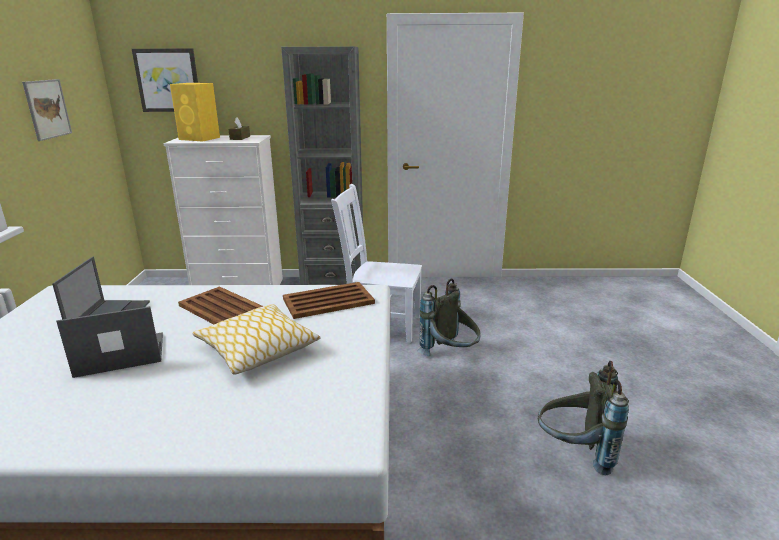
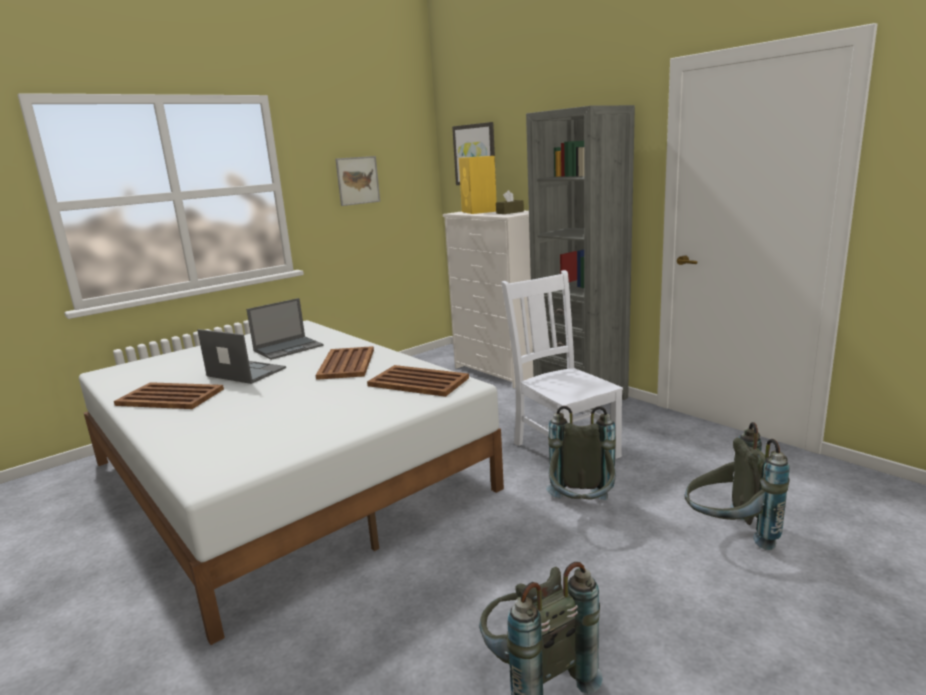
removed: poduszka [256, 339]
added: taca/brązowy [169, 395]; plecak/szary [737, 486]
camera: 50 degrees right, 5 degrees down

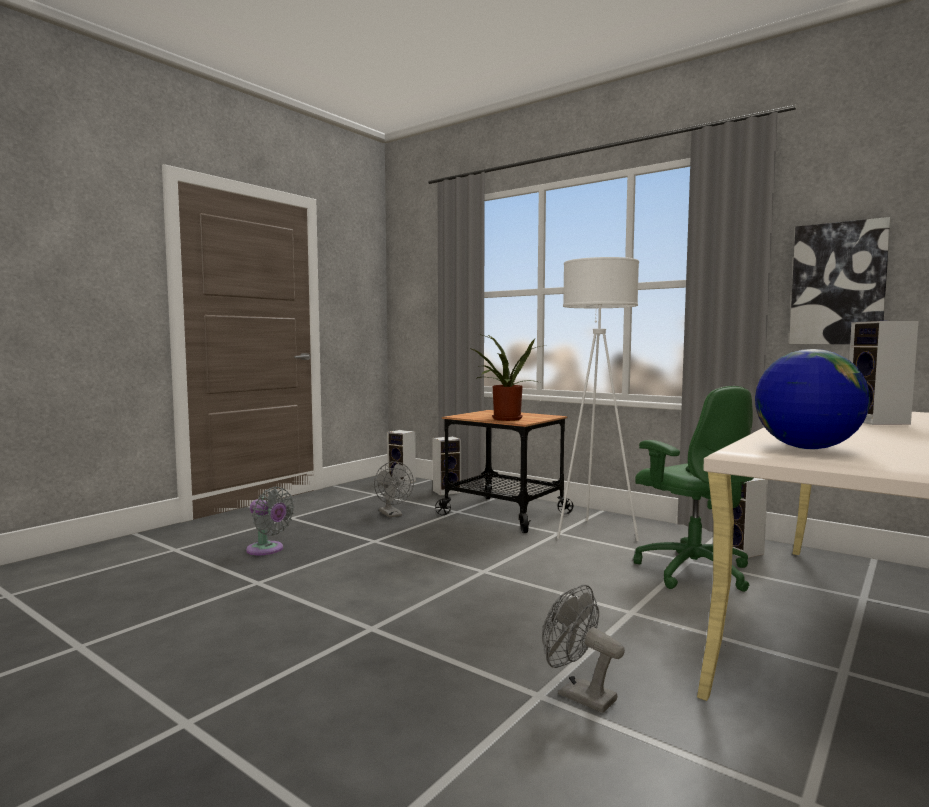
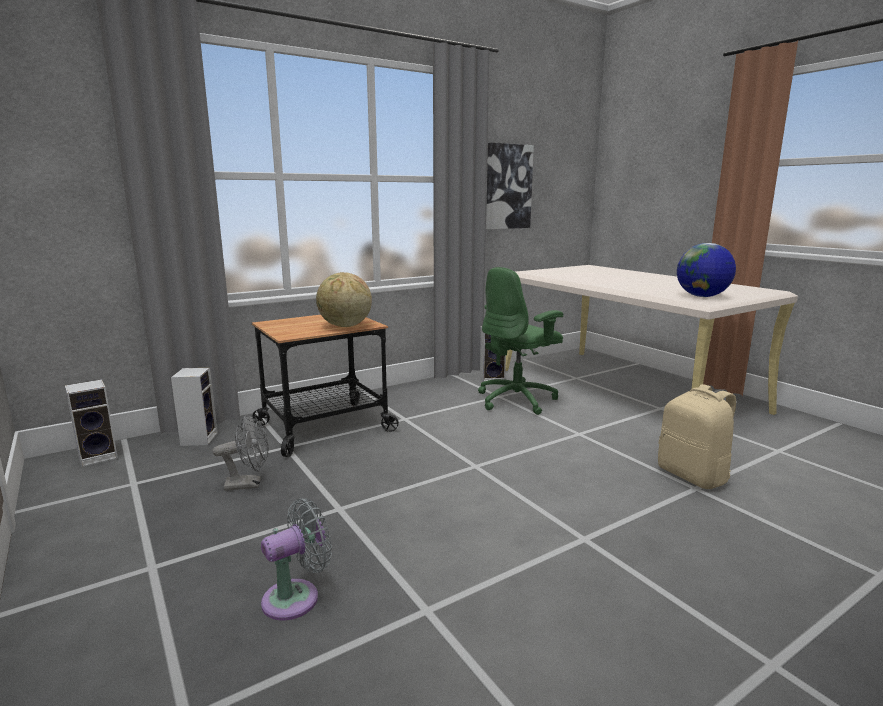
removed: lampa stojąca/biały [598, 399]; głośnik [883, 373]
replaced: roślina doniczkowa [508, 377] to globus [344, 299]; wentylator/szary [583, 649] to plecak/beżowy [697, 436]
turned: krzesło biurowe/zielony [693, 489] = [520, 341] 150 degrees clockwise
camera: 70 degrees left, 10 degrees up

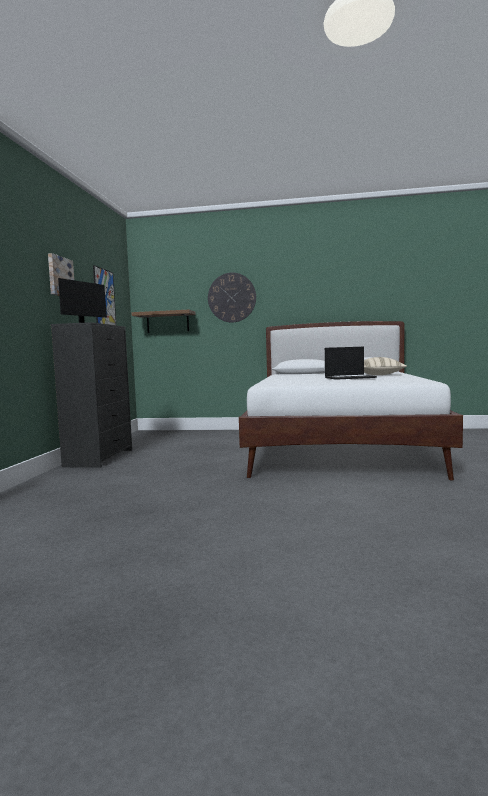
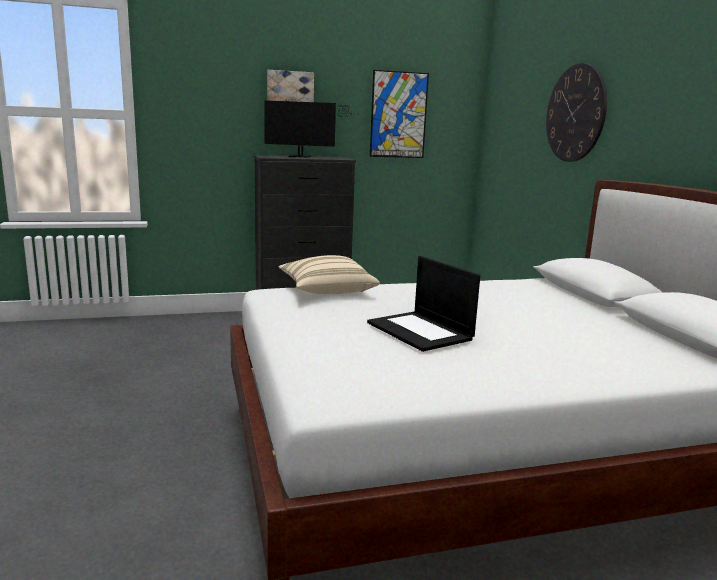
removed: półka/brązowy [163, 321]
moved: poduszka/beżowy [385, 366] to [329, 274]
camera: 65 degrees right, 10 degrees up

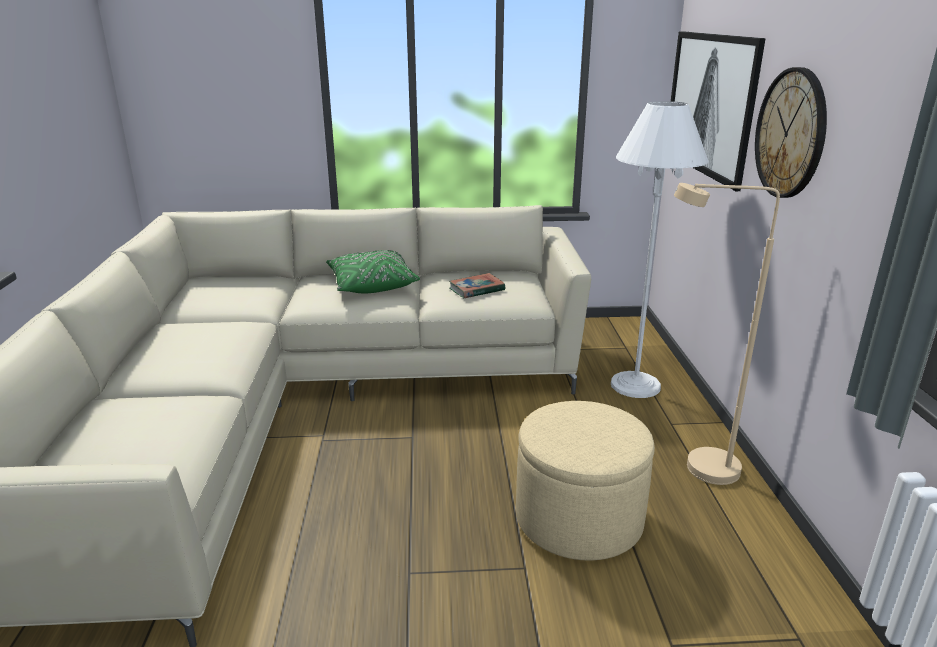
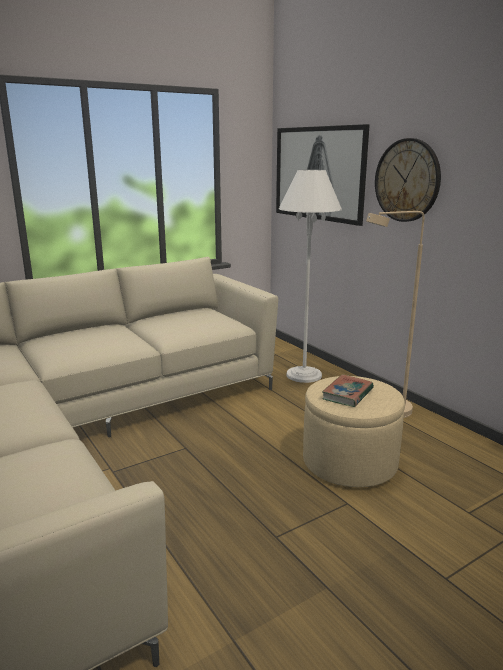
removed: poduszka/zielony [373, 271]
moved: książka [477, 285] to [348, 390]
camera: 30 degrees left, 5 degrees down

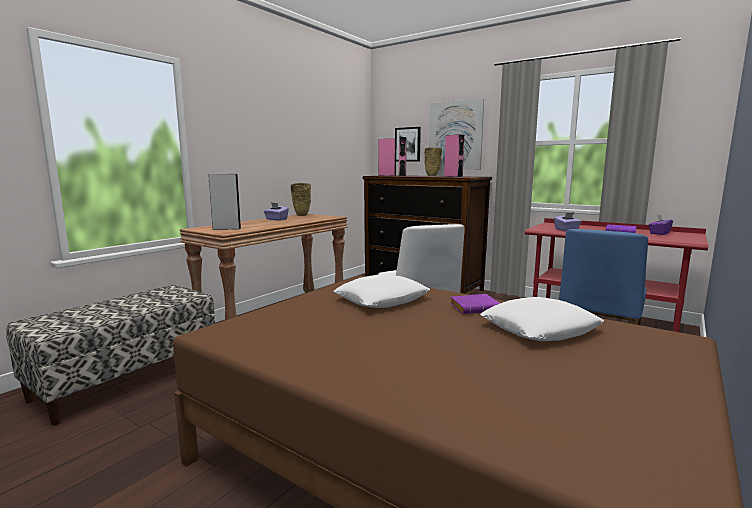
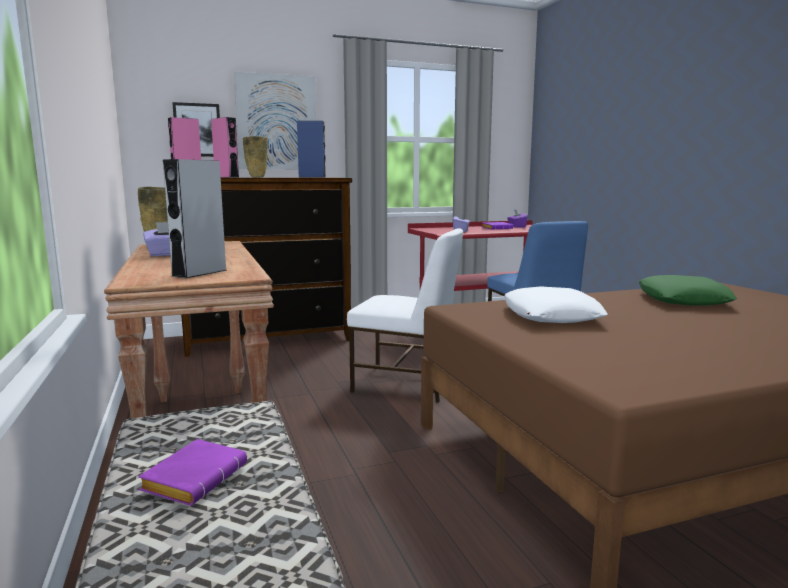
moved: książka/fioletowy [475, 304] to [192, 472]
recoloured: głośnik/różowy [454, 156] to głośnik/niebieski [311, 149]; poduszka/biały [542, 319] to poduszka/zielony [688, 290]
camera: 55 degrees left, 0 degrees up

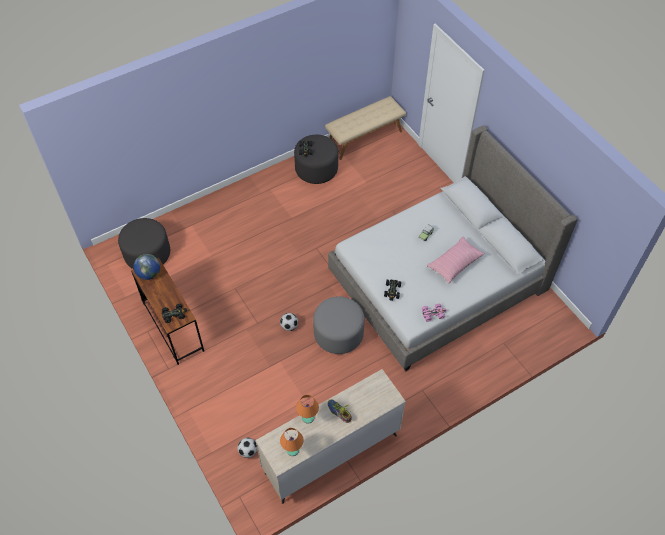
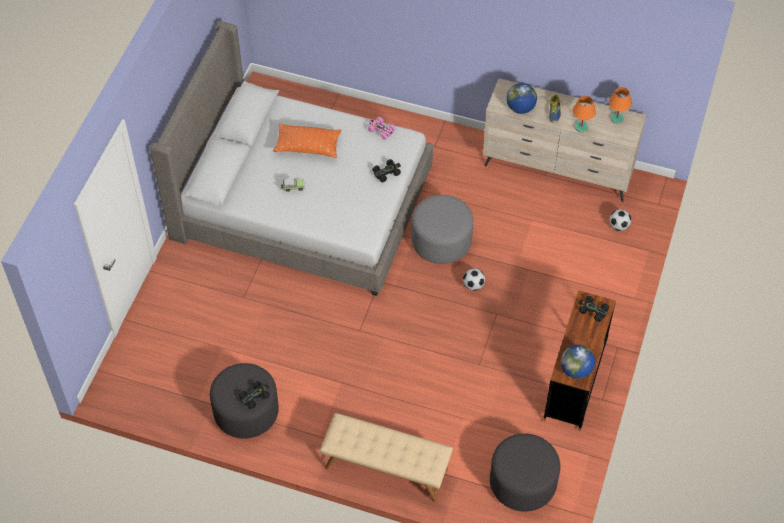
added: globus [521, 98]
moved: ławka/beżowy [365, 128] to [386, 458]
recoloured: poduszka/różowy [455, 260] to poduszka/pomarańczowy [307, 141]
camera: 130 degrees left, 0 degrees up

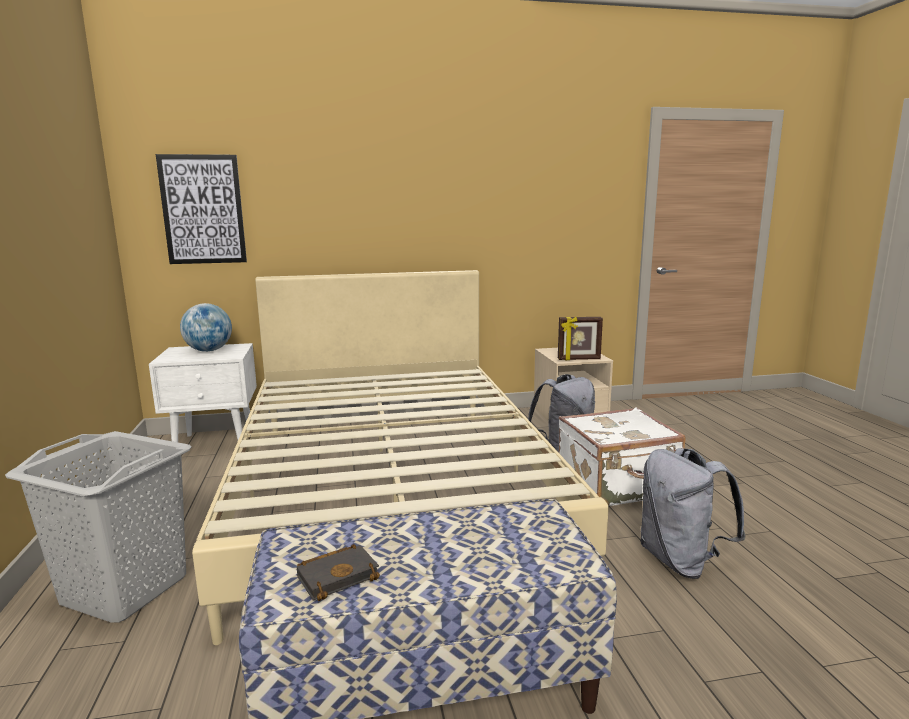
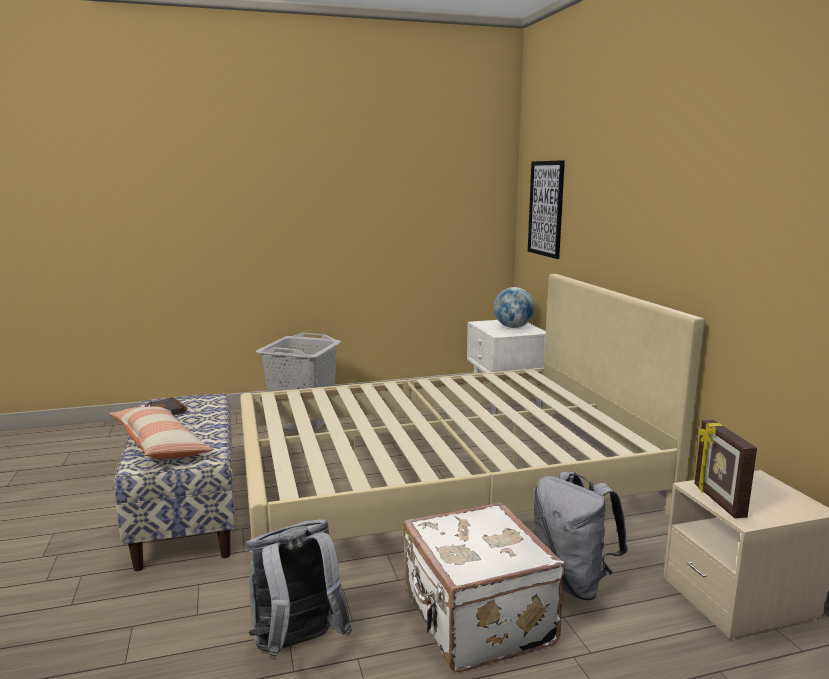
added: poduszka [161, 433]
camera: 85 degrees right, 0 degrees up

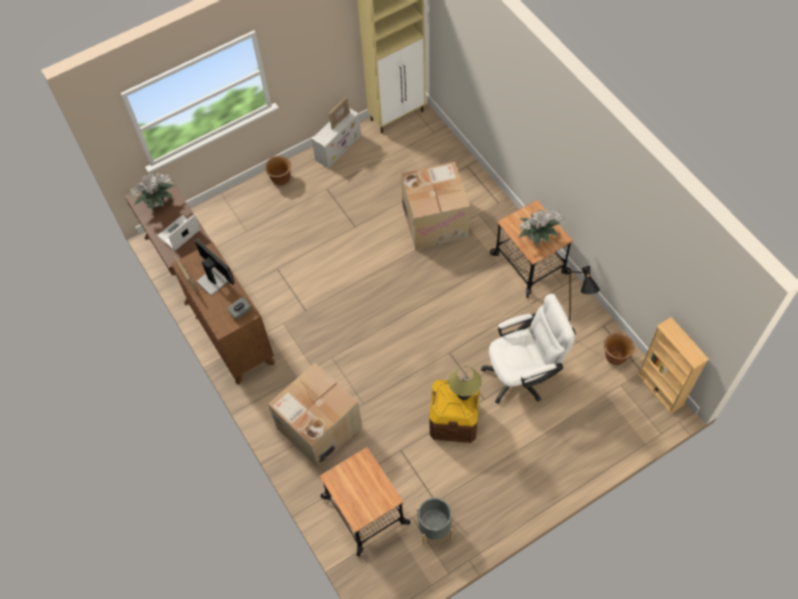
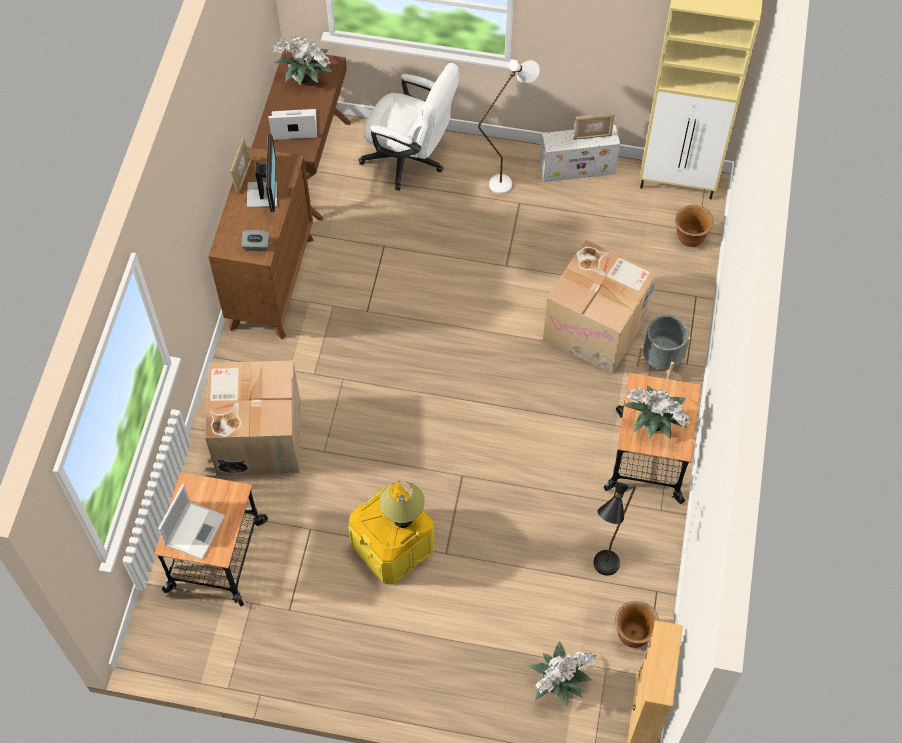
added: laptop [191, 521]; lampa stojąca/biały [509, 127]; roślina doniczkowa [562, 674]
moved: donica/brązowy [278, 170] to [694, 226]; donica/szary [435, 521] to [663, 347]; krzesło biurowe/biały [528, 348] to [409, 126]
recoloured: pojemnik do przechowywania/brązowy [454, 411] to pojemnik do przechowywania/żółty [392, 534]
camera: 40 degrees right, 0 degrees up

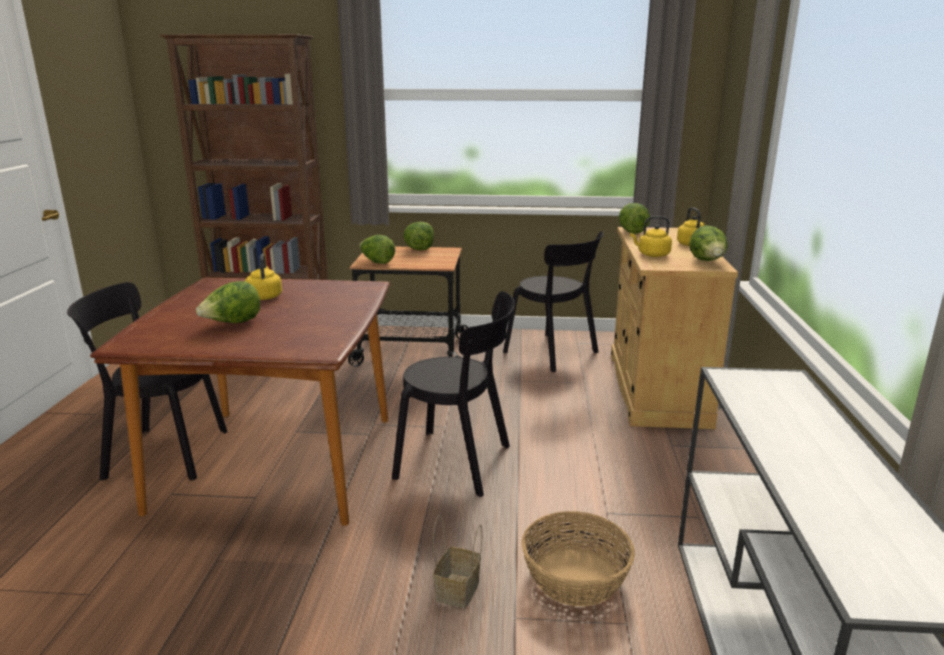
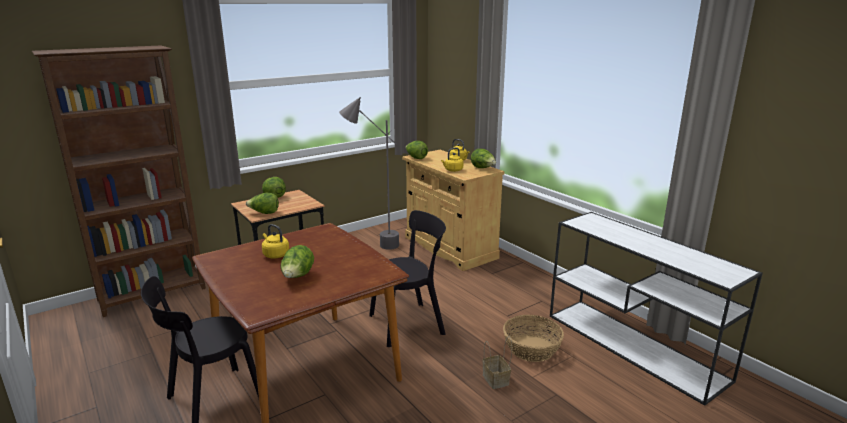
replaced: krzesło/czarny [553, 301] to lampa stojąca/szary [369, 173]
camera: 40 degrees left, 0 degrees up

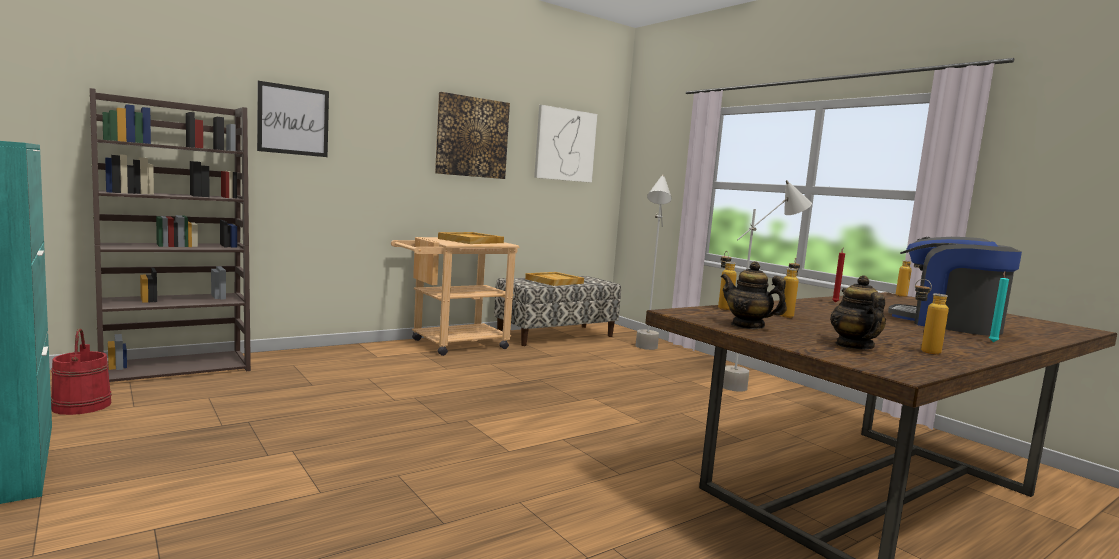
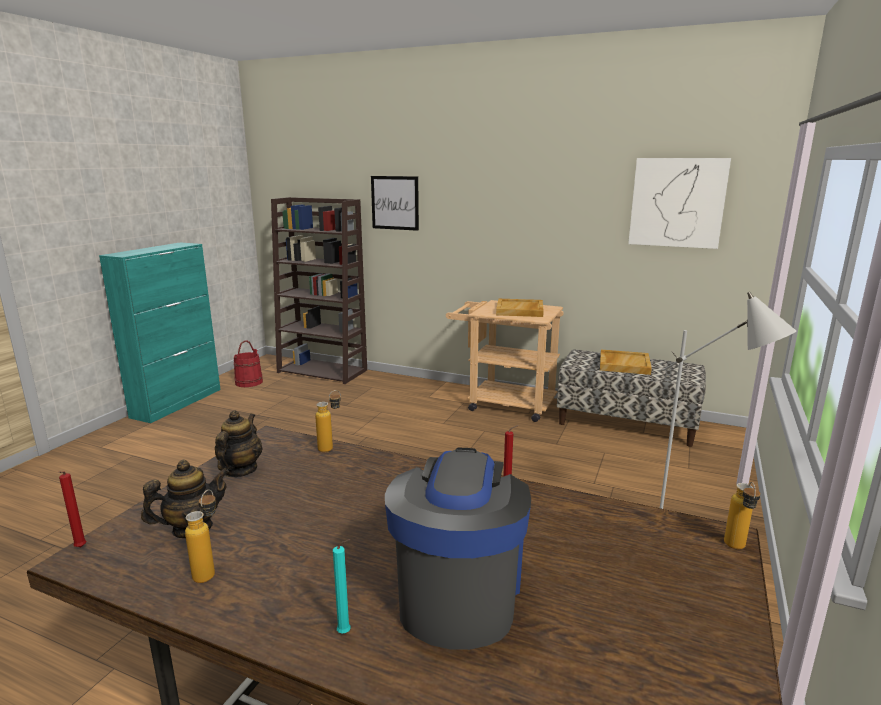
removed: obraz [472, 135]; lampa stojąca/szary [654, 262]; butelka [789, 287]
added: świeca/czerwony [72, 509]
camera: 60 degrees right, 10 degrees up

